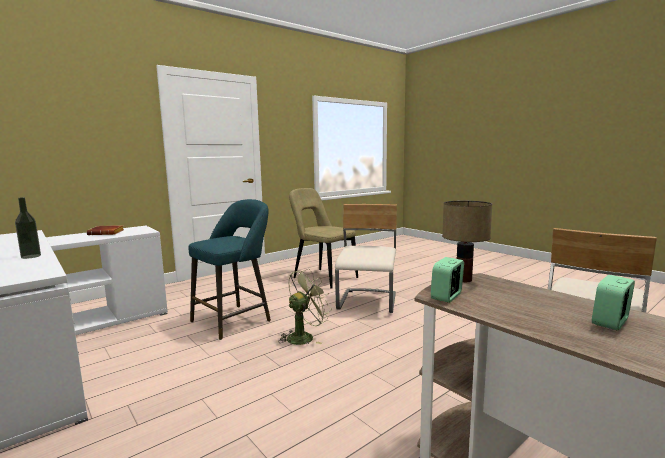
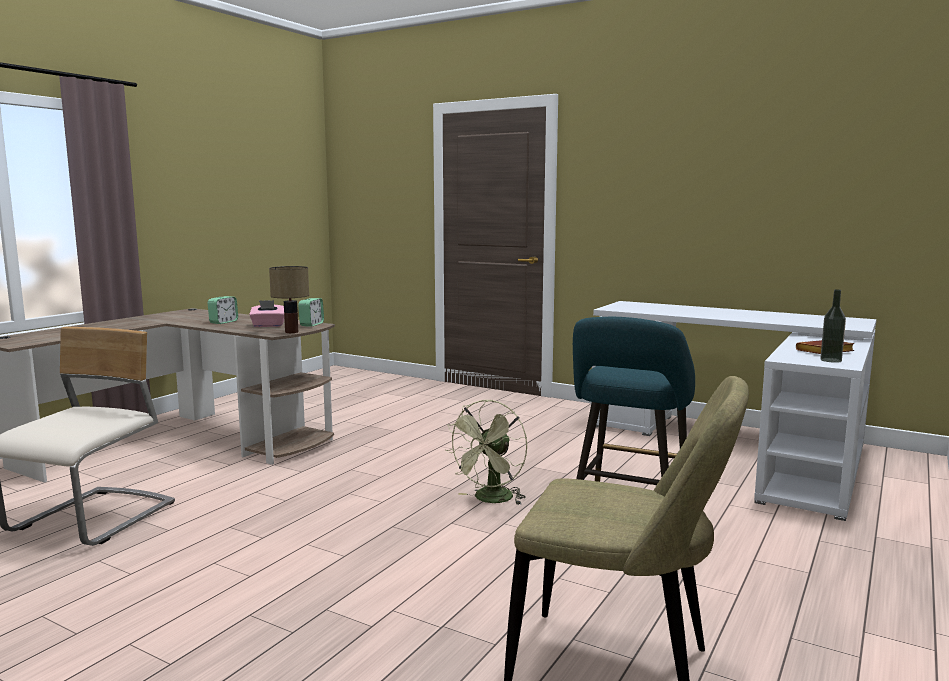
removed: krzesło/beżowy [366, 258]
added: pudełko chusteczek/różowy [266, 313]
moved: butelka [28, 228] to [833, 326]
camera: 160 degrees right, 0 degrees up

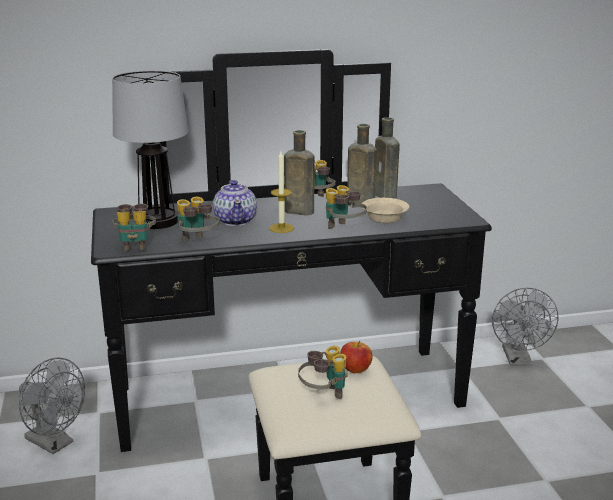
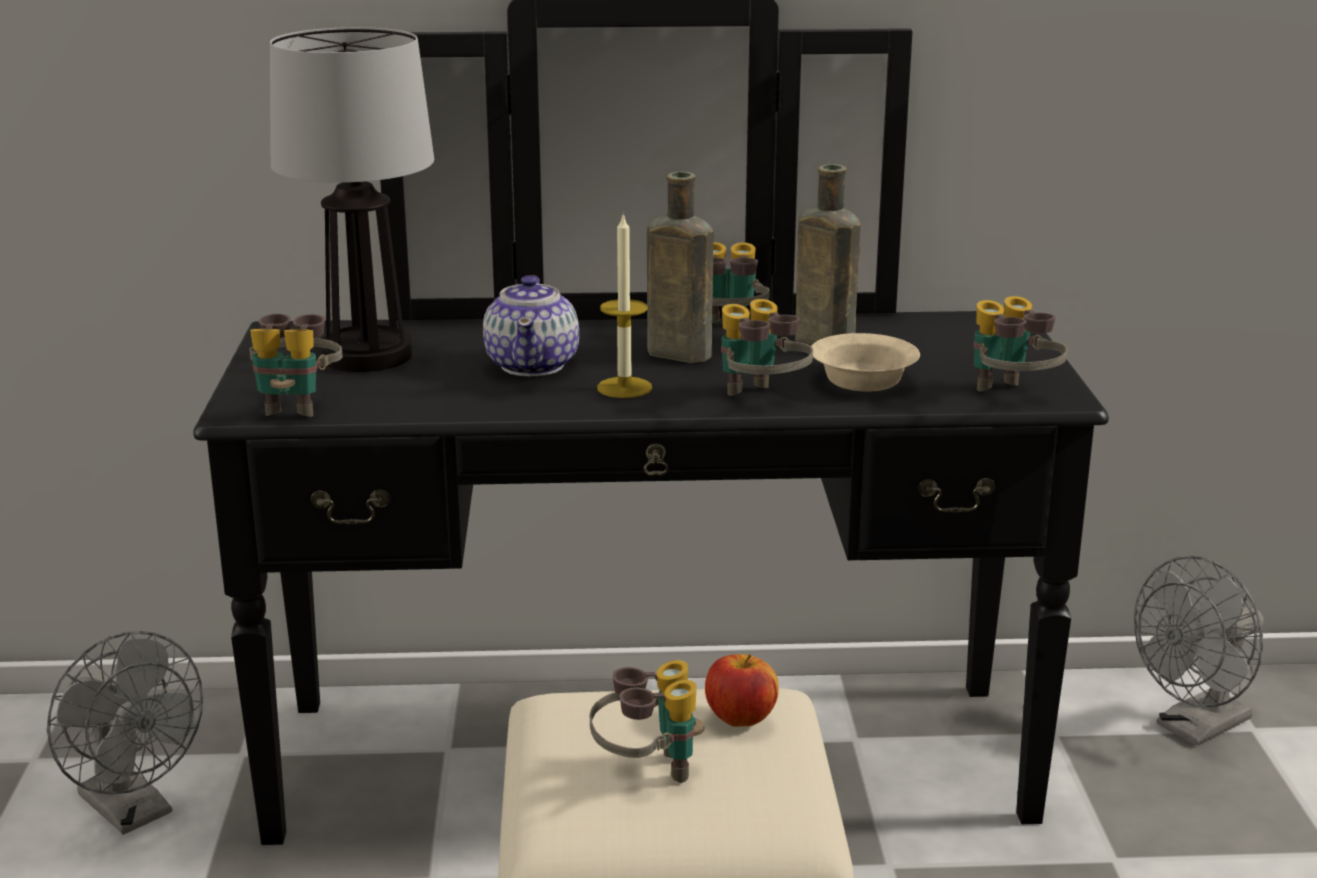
removed: butelka/brązowy [387, 158]
moved: lornetka [198, 219] to [1020, 343]
turned: wentylator/szary [525, 326] = [1199, 650] 45 degrees clockwise
camera: 10 degrees right, 0 degrees up

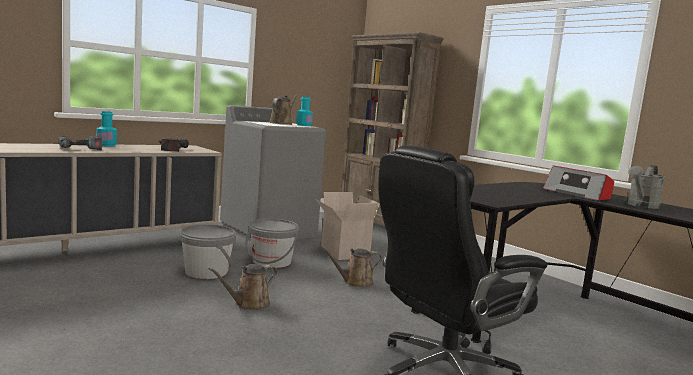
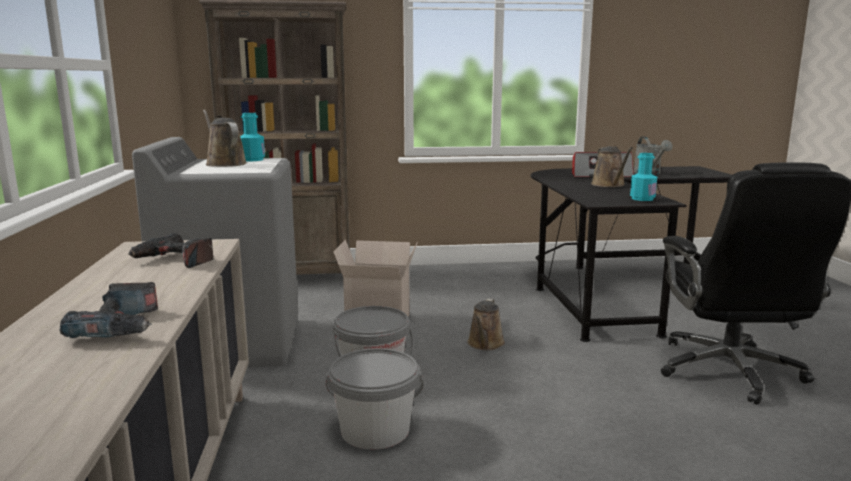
moved: butelka/turkusowy [107, 128] to [643, 177]; konewka/brązowy [243, 287] to [612, 166]
camera: 55 degrees left, 5 degrees up

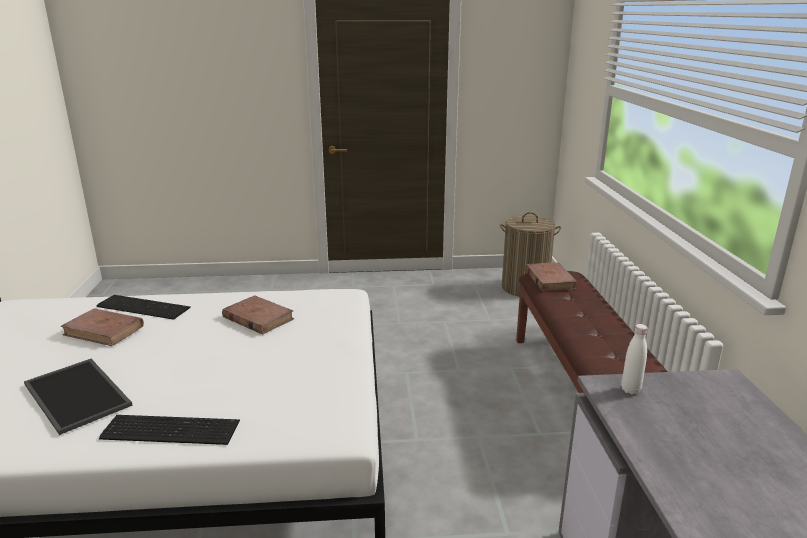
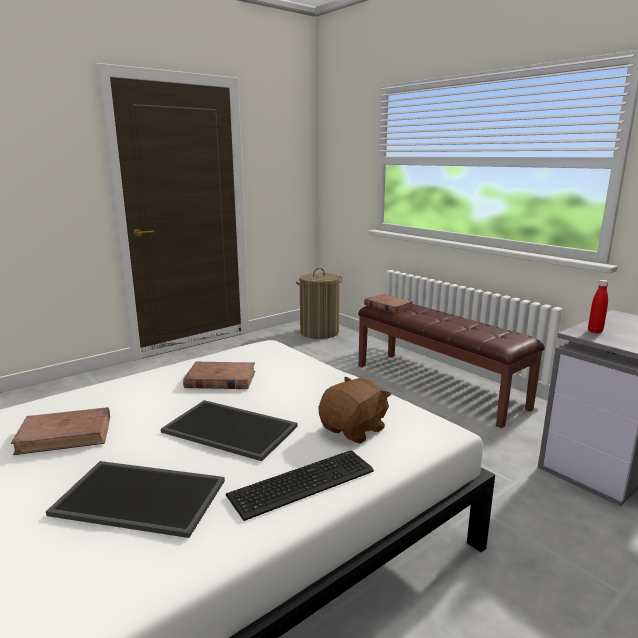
removed: klawiatura [144, 307]
added: taca [229, 430]; pluszak/brązowy [354, 410]
recoloured: butelka/biały [634, 359] to butelka/czerwony [598, 306]
camera: 35 degrees left, 5 degrees down

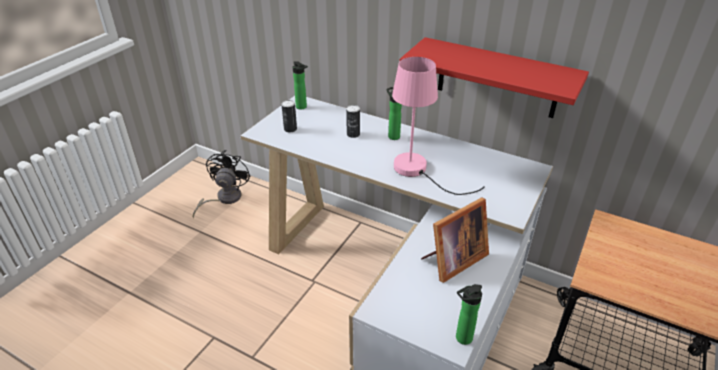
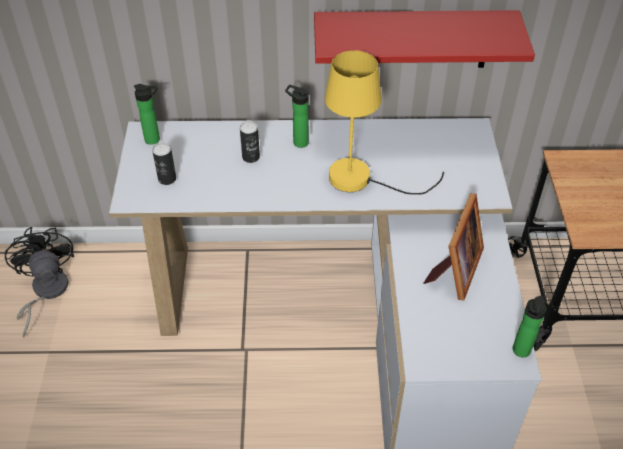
recoloured: lampa stołowa/różowy [438, 126] to lampa stołowa/żółty [384, 122]
camera: 30 degrees left, 10 degrees up

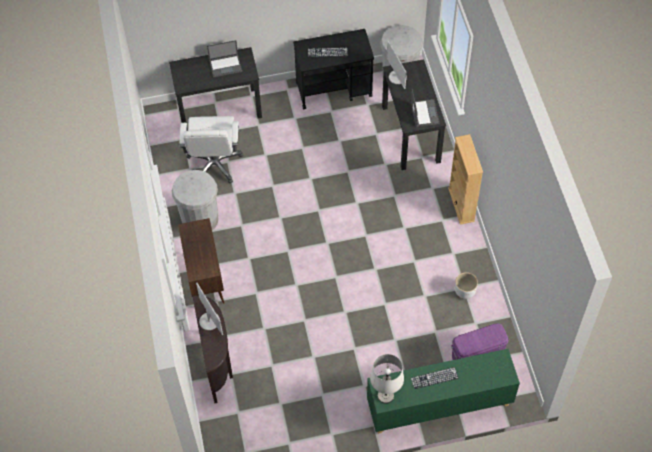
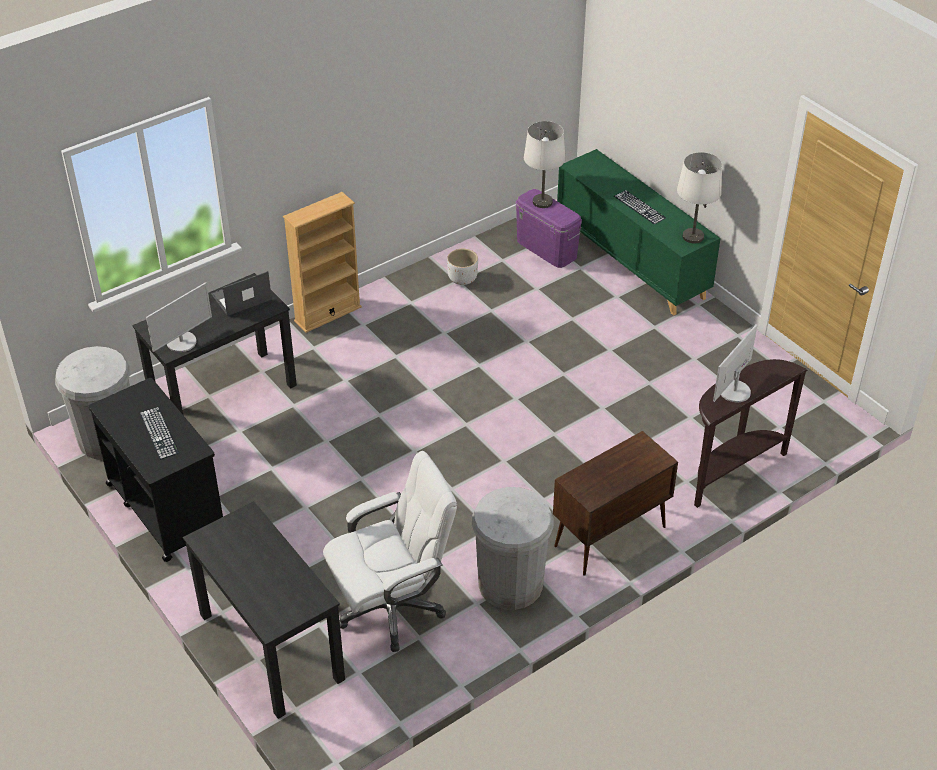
removed: laptop [224, 58]
added: lampa stołowa/biały [545, 164]
camera: 115 degrees left, 15 degrees down

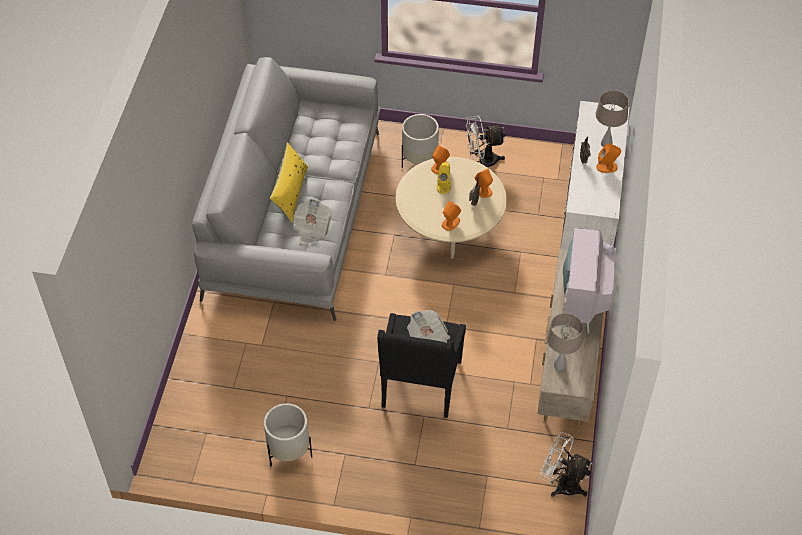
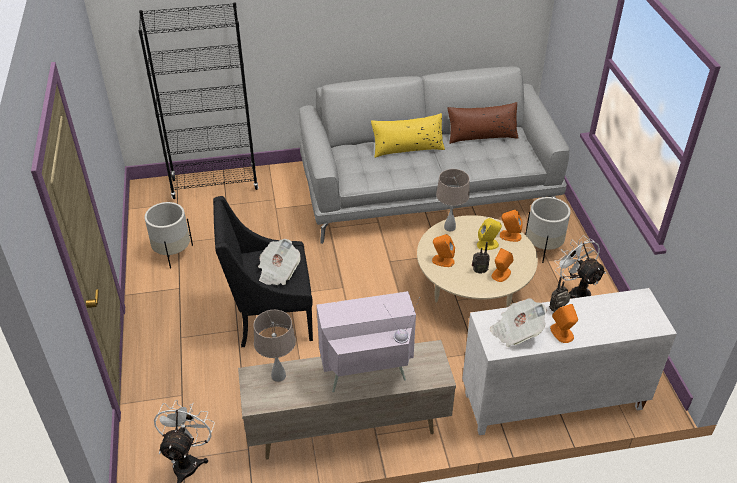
added: regał/czarny [198, 100]; poduszka/brązowy [482, 123]
moved: gazeta [312, 221] to [518, 322]; lampa stołowa/beżowy [612, 118] to [453, 200]
camera: 70 degrees right, 10 degrees down

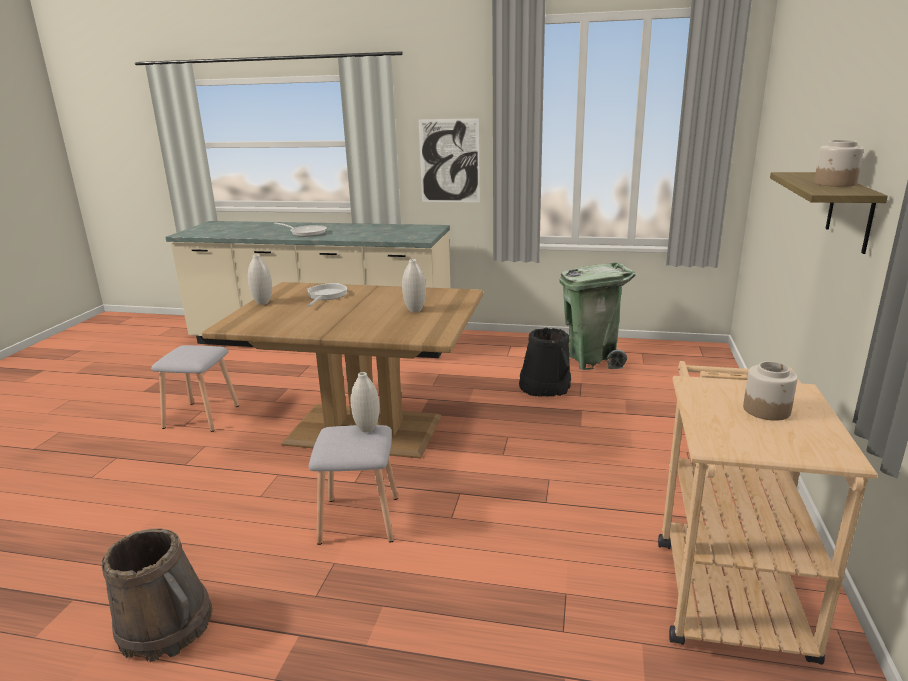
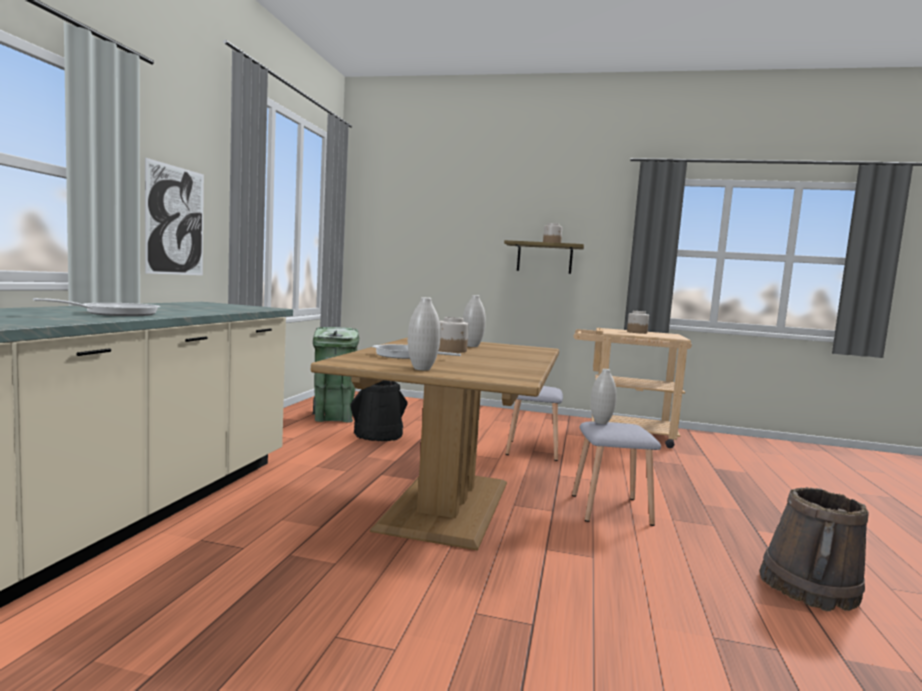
added: słoik [454, 335]
moved: stołek/szary [195, 388] to [534, 423]
camera: 90 degrees left, 15 degrees down

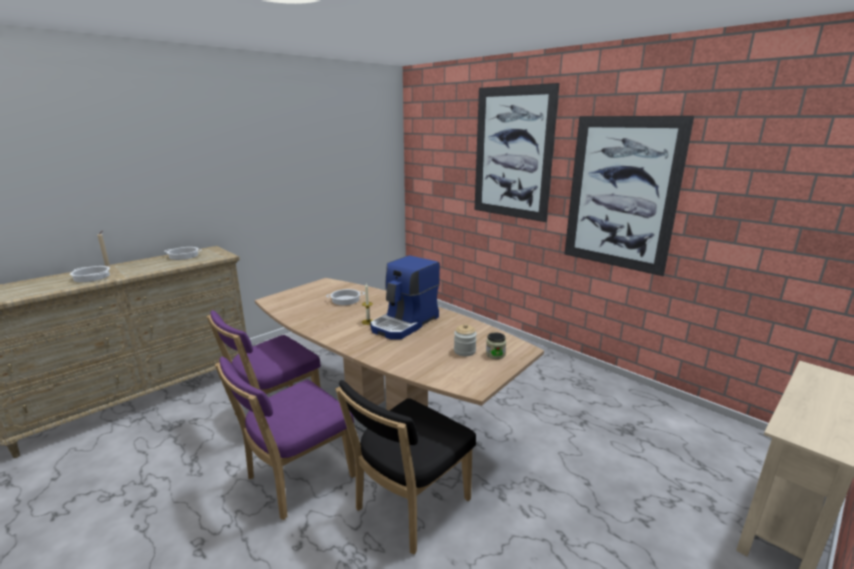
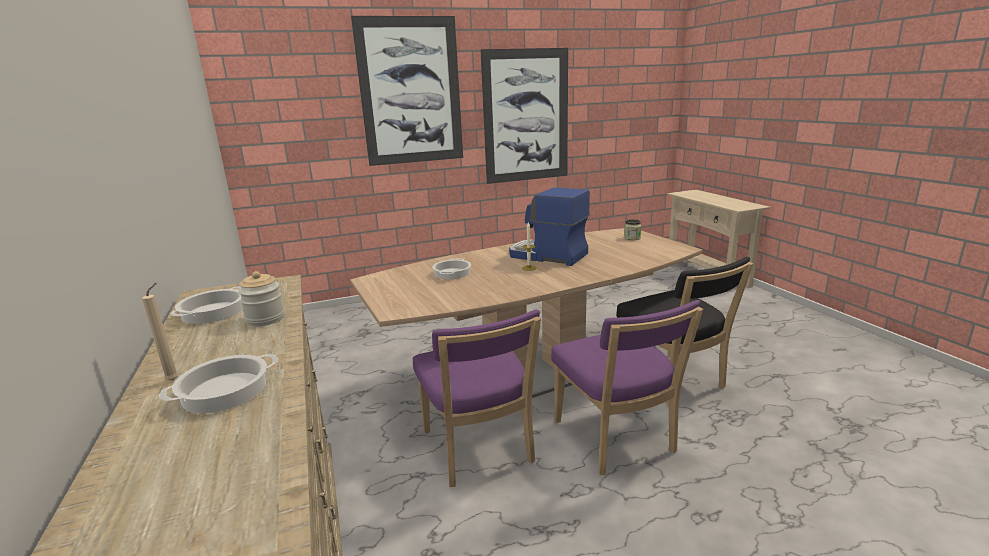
moved: słoik [465, 340] to [261, 298]
turned: ekspres do kawy [405, 297] = [549, 226] 150 degrees clockwise
camera: 65 degrees left, 0 degrees up

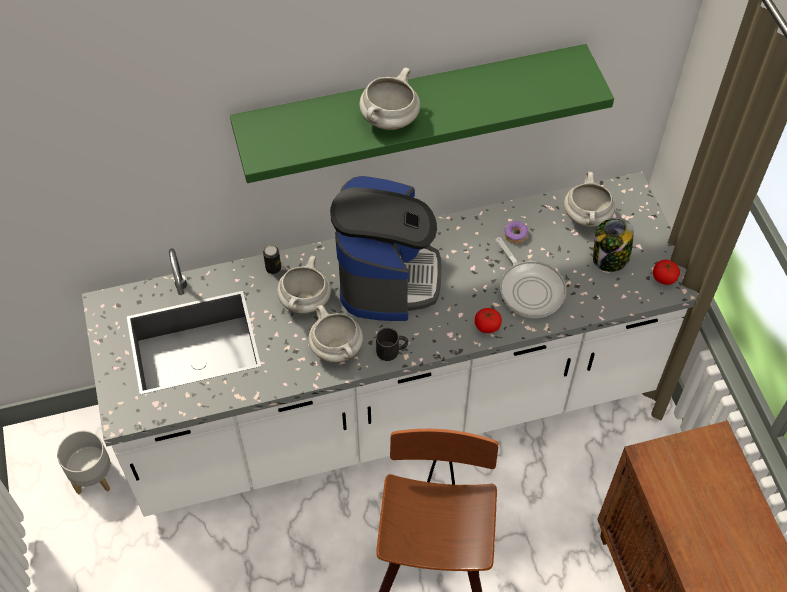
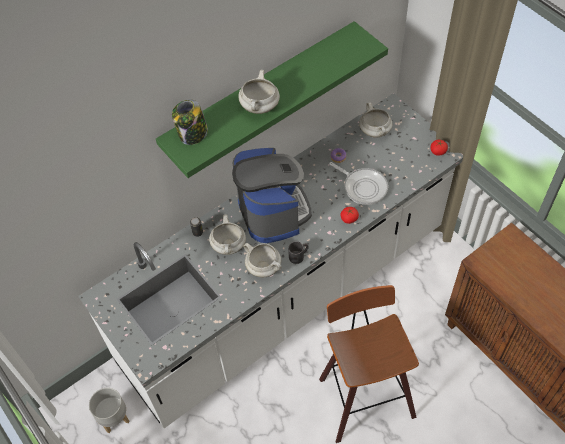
moved: słoik [613, 245] to [190, 122]
camera: 20 degrees left, 0 degrees up

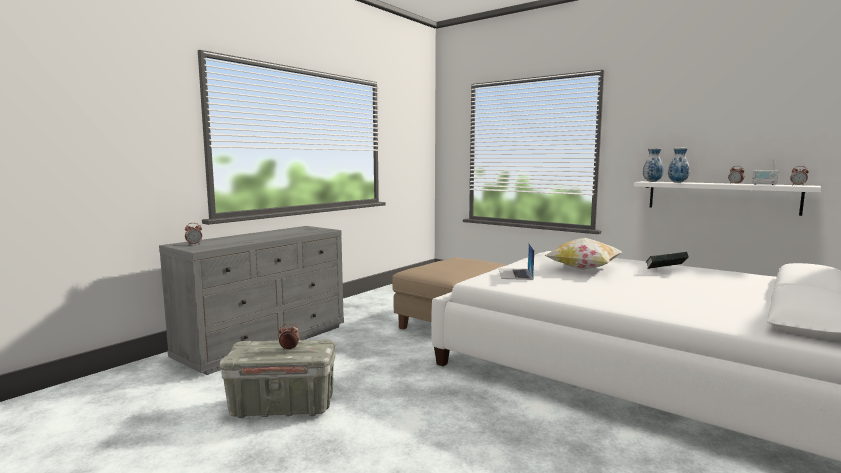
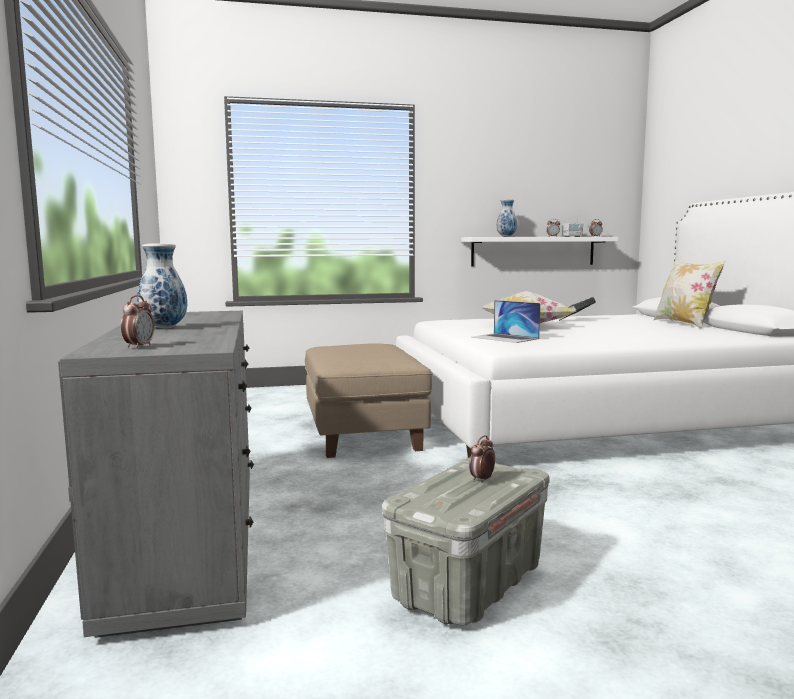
added: poduszka [689, 294]
moved: wazon [653, 165] to [162, 286]
camera: 50 degrees left, 0 degrees up

